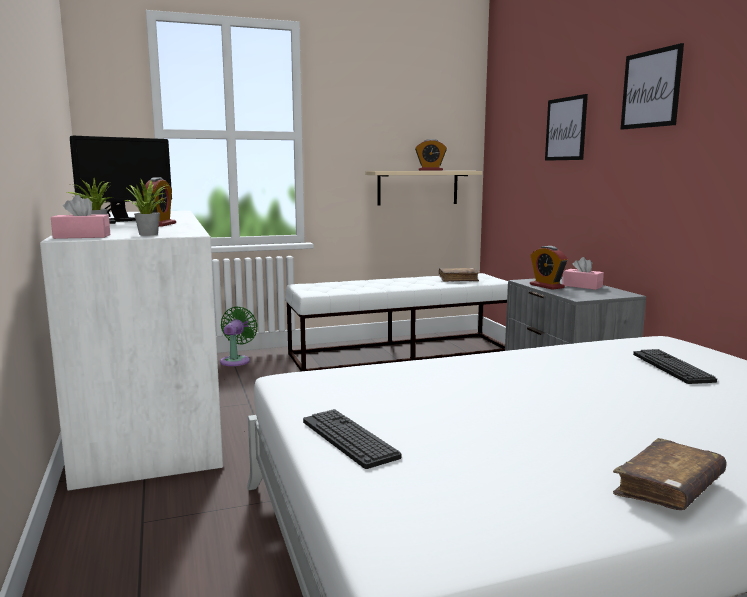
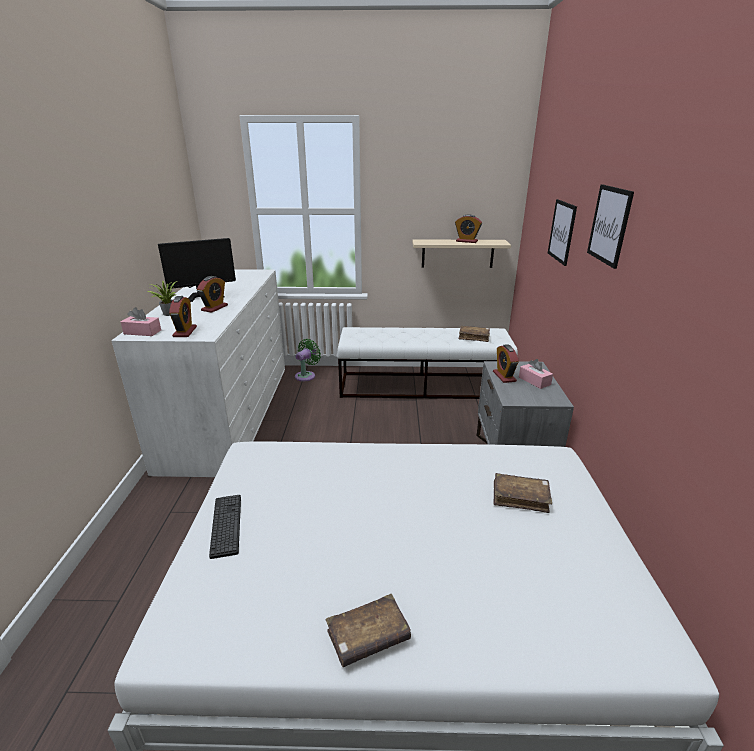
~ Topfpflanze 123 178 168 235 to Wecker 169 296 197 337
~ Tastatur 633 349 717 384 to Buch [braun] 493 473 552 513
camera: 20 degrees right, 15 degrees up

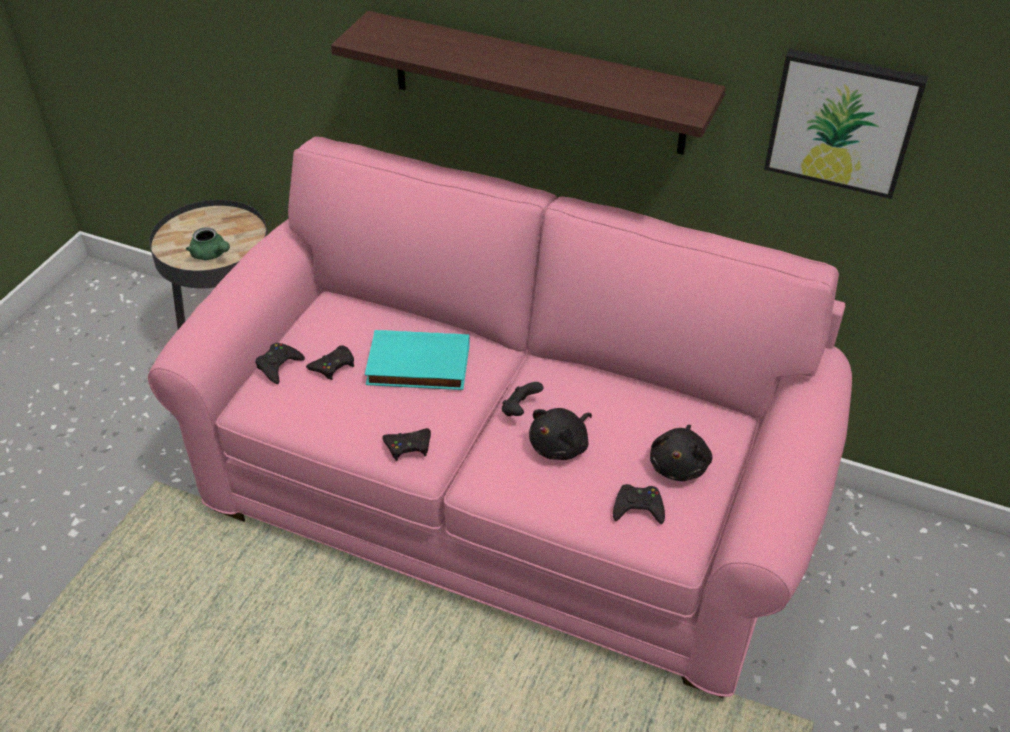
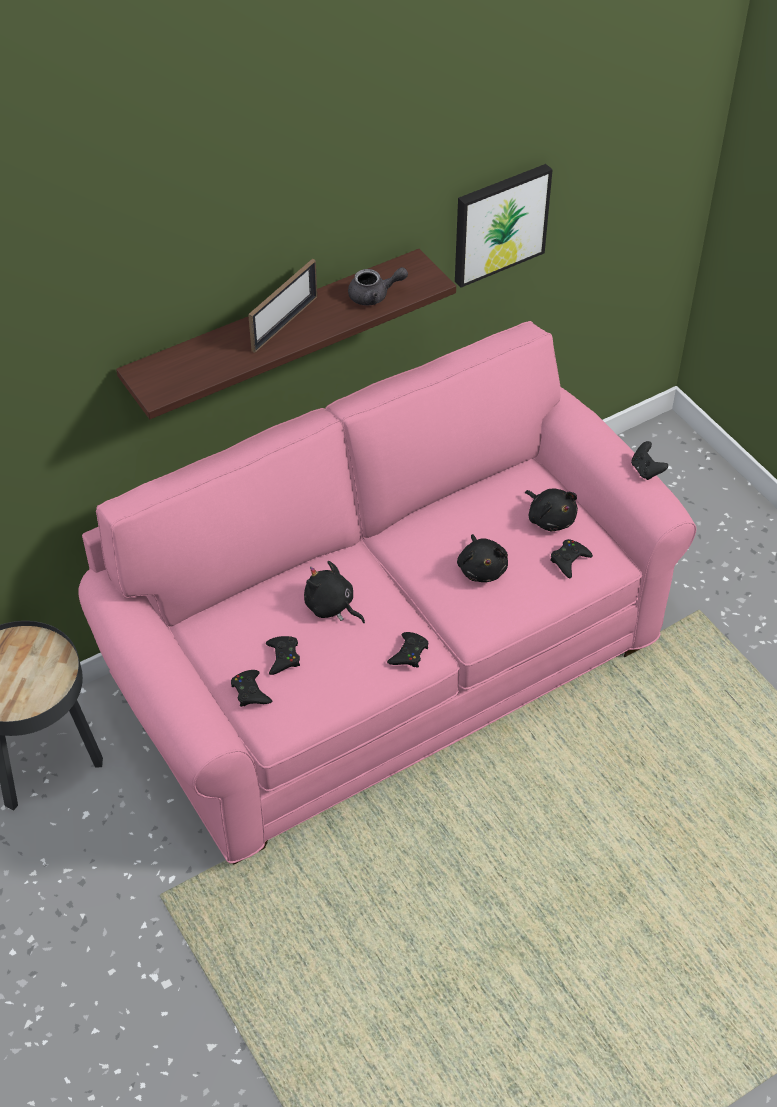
- Teekanne [grün] 186 227 230 260
~ Buch [türkis] 365 330 470 390 to Plüschtier [schwarz] 304 561 365 623
~ Gamepad [schwarz] 502 382 543 416 to 631 441 668 480
+ Bilderrahmen 248 259 317 353
+ Teekanne [grau] 348 267 408 305
camera: 55 degrees left, 5 degrees up

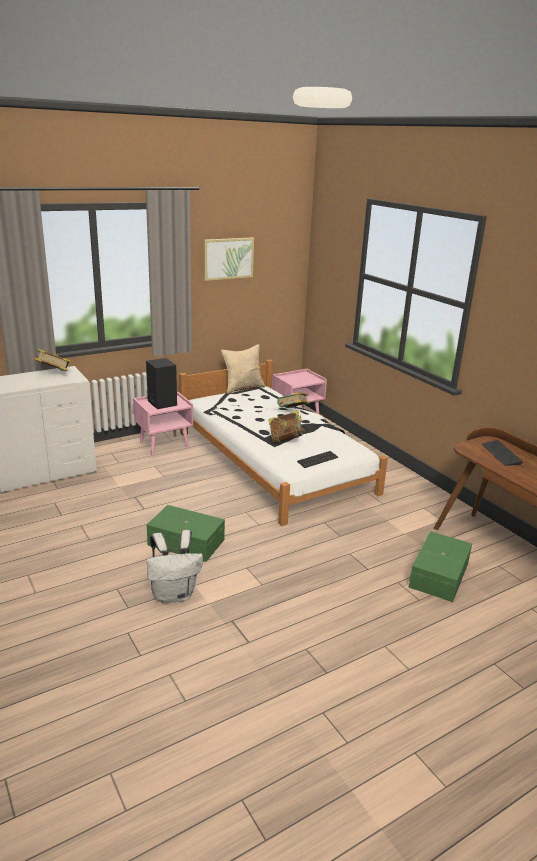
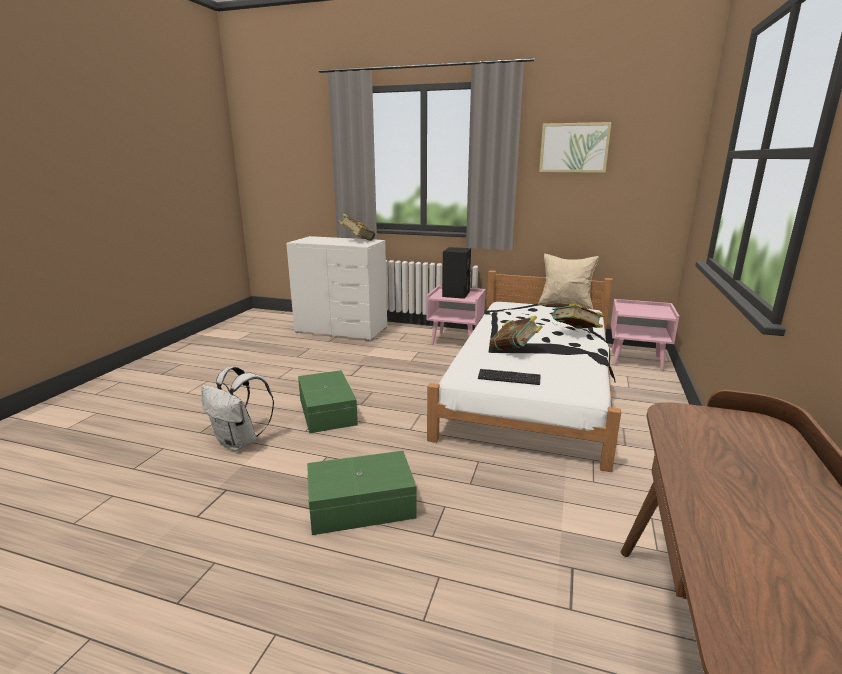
- Tastatur 482 440 523 466
~ Aufbewahrungsbox [grün] 409 531 472 602 to 307 451 417 535
camera: 50 degrees right, 5 degrees down

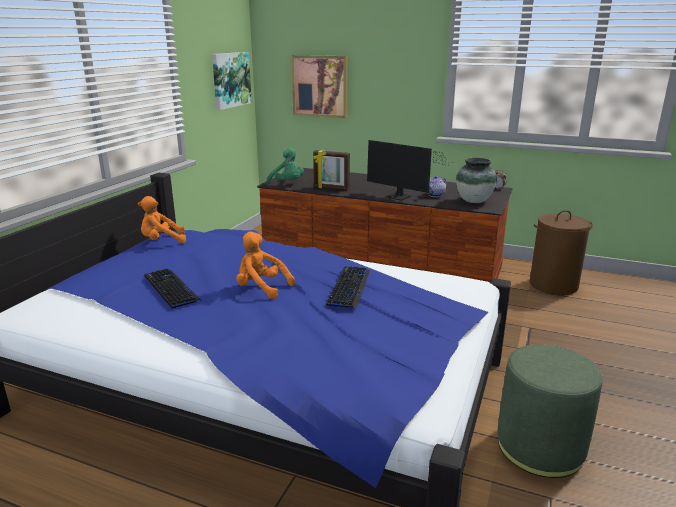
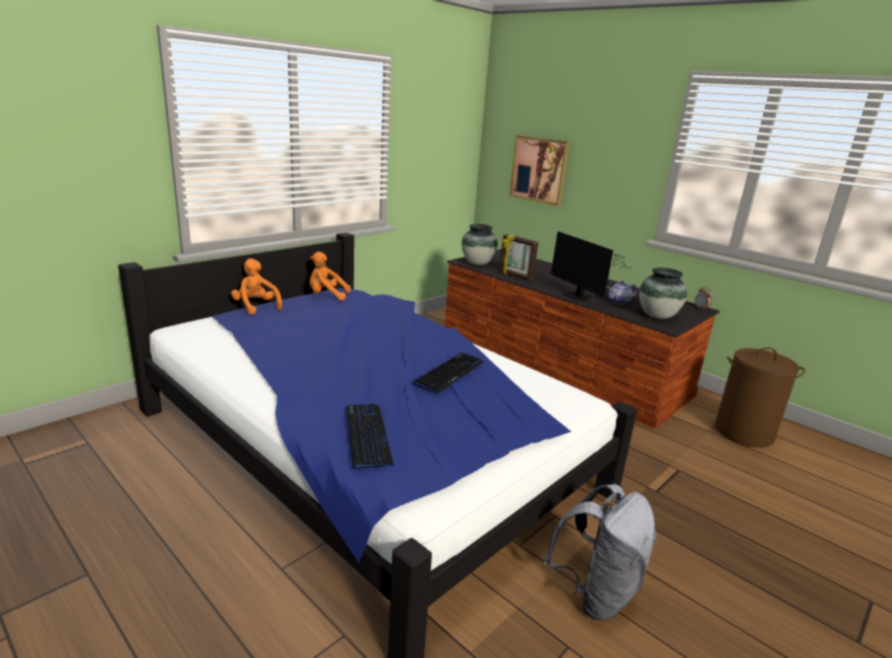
- Bild 212 52 252 110
~ Plüschtier [grün] 267 148 304 183 to Vase 461 224 498 265
~ Plüschtier [orange] 236 232 295 299 to 231 258 282 315
~ Tastatur 145 268 201 308 to 346 404 394 470
~ Polsterhocker [grün] 497 344 603 478 to Rucksack [grau] 544 484 656 621
camera: 20 degrees right, 0 degrees up

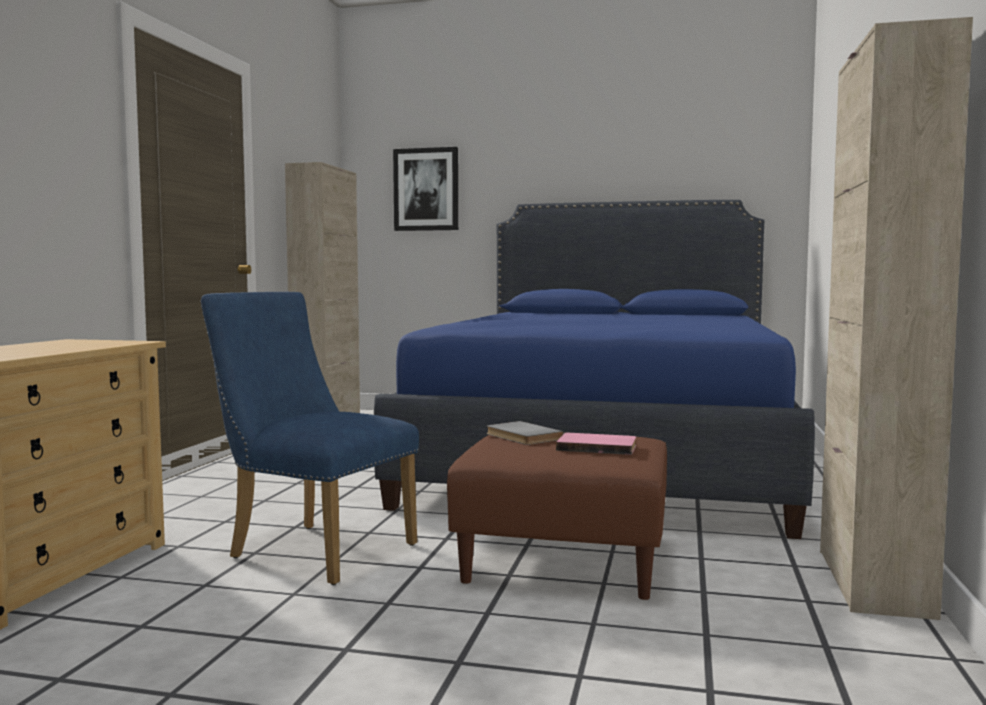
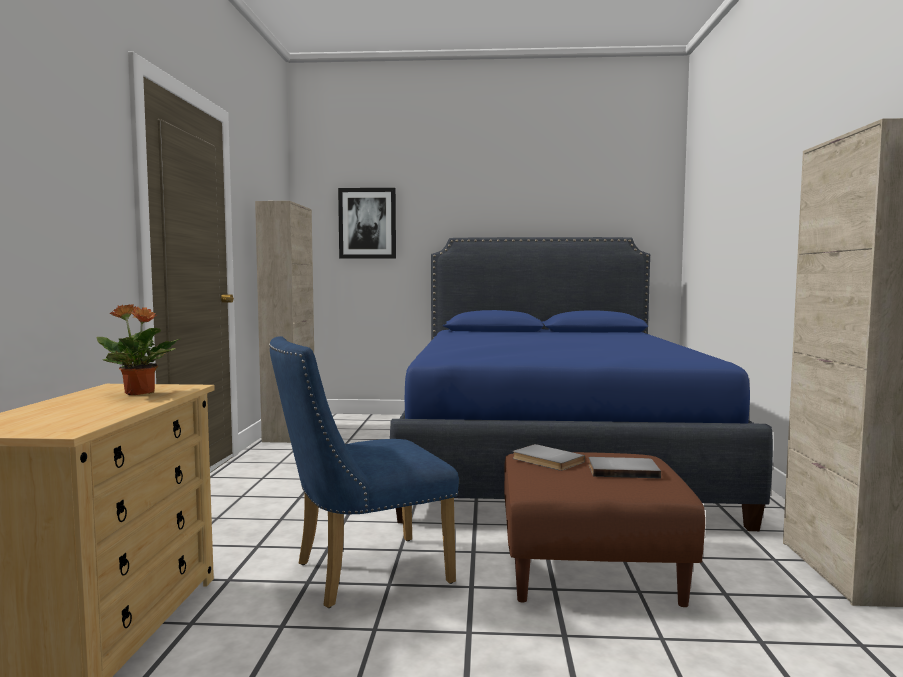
~ Stuhl [blau] 200 292 419 585 = 269 336 459 608 45 degrees counterclockwise
~ Buch [rosa] 556 433 636 455 to Buch [grau] 588 457 661 478
+ Topfpflanze 97 304 181 395
camera: 10 degrees left, 0 degrees up

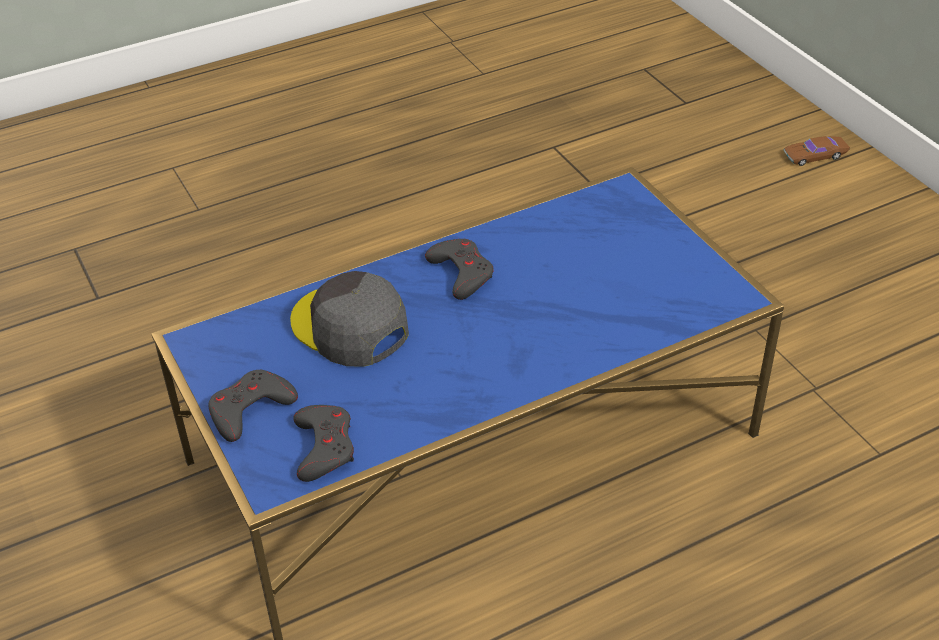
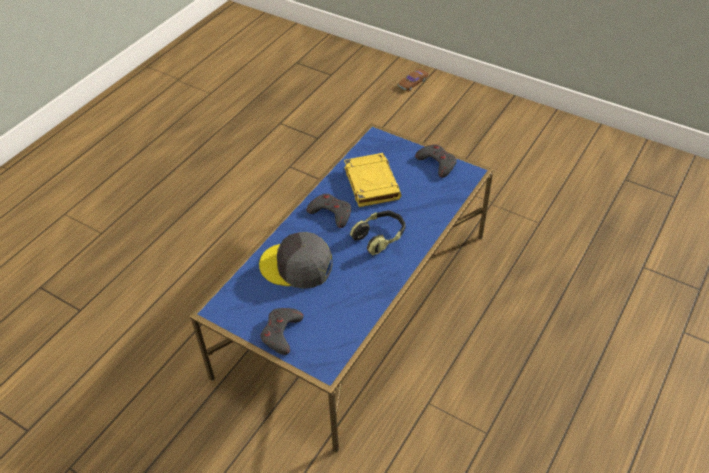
~ Gamepad [grau] 293 405 354 482 to 415 144 457 178
+ Buch [gelb] 344 153 401 207
+ Kopfhörer 350 211 405 255
camera: 30 degrees left, 5 degrees up

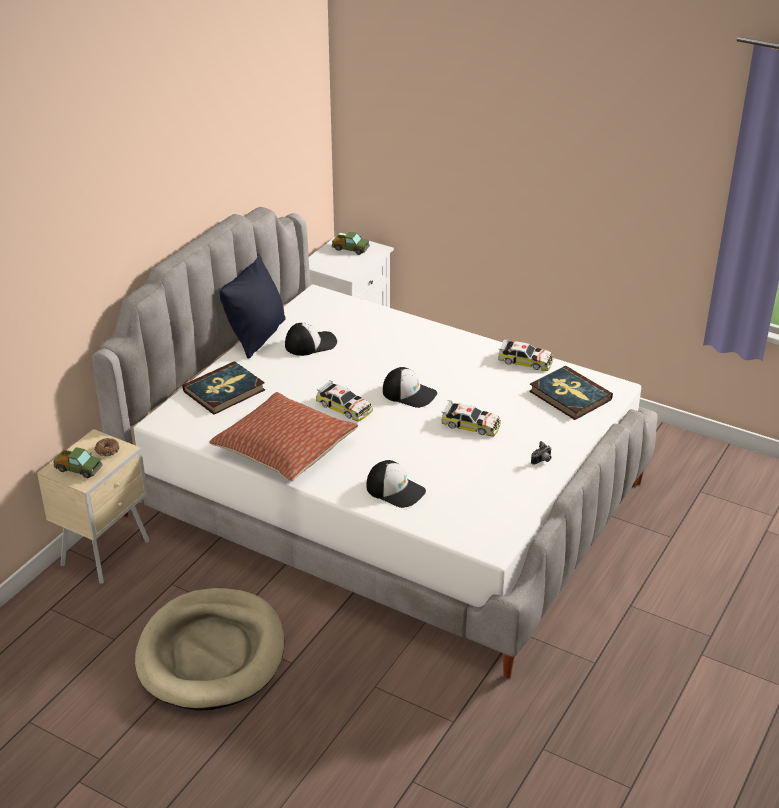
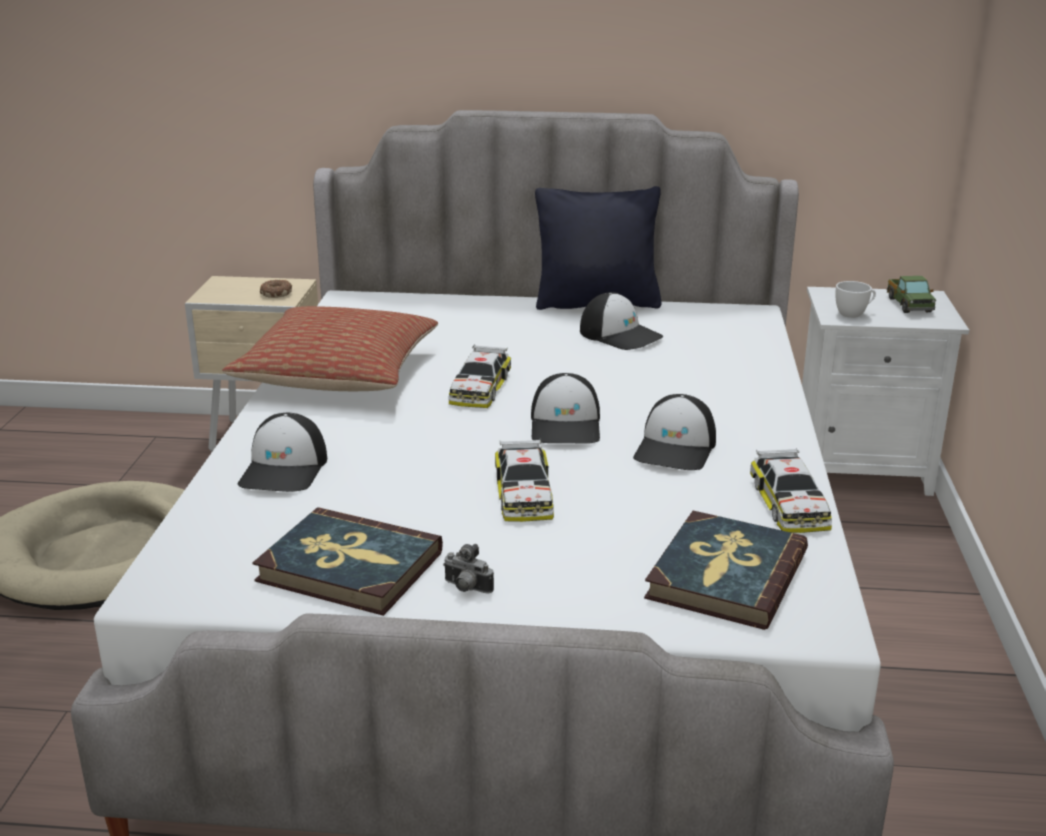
~ Buch 182 361 265 415 to 252 507 443 616
- Spielzeuglaster 53 447 103 478
+ Tasse [weiß] 836 281 876 318
+ Kappe 633 394 716 470
camera: 65 degrees right, 10 degrees down

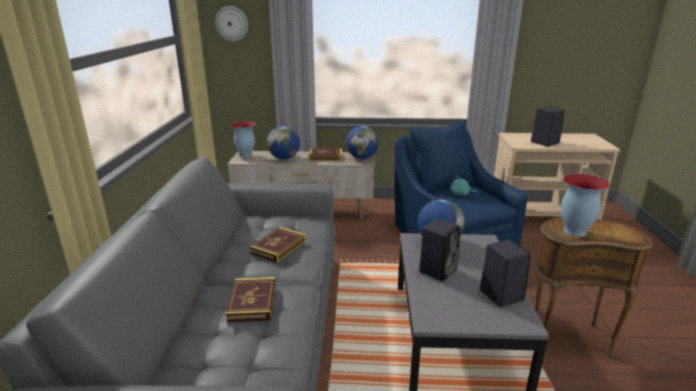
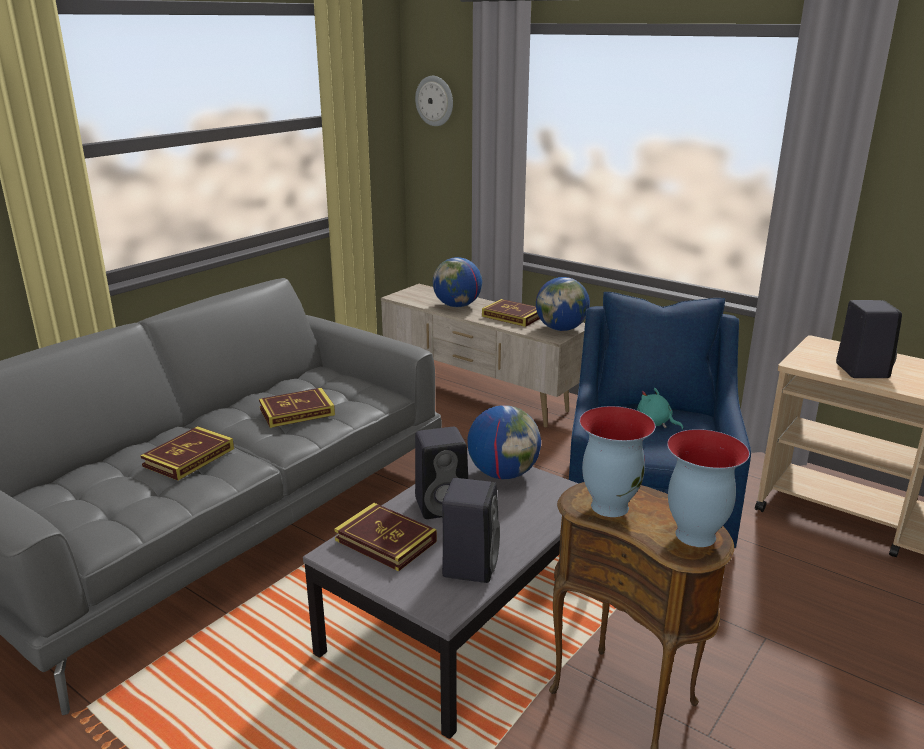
~ Vase 230 121 256 158 to 667 429 750 547
+ Buch 334 503 437 571
camera: 35 degrees right, 0 degrees up

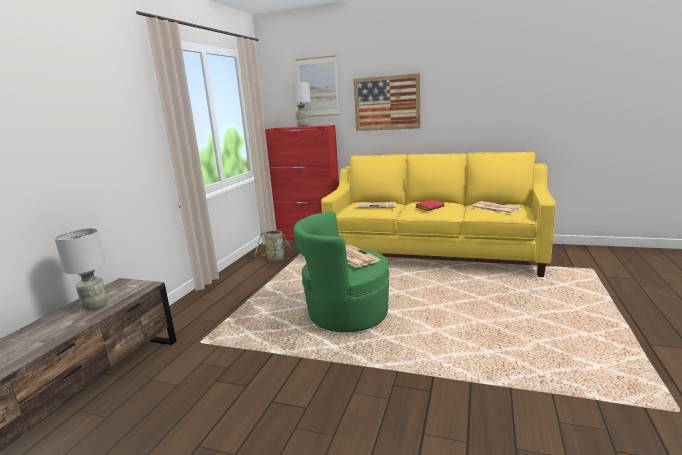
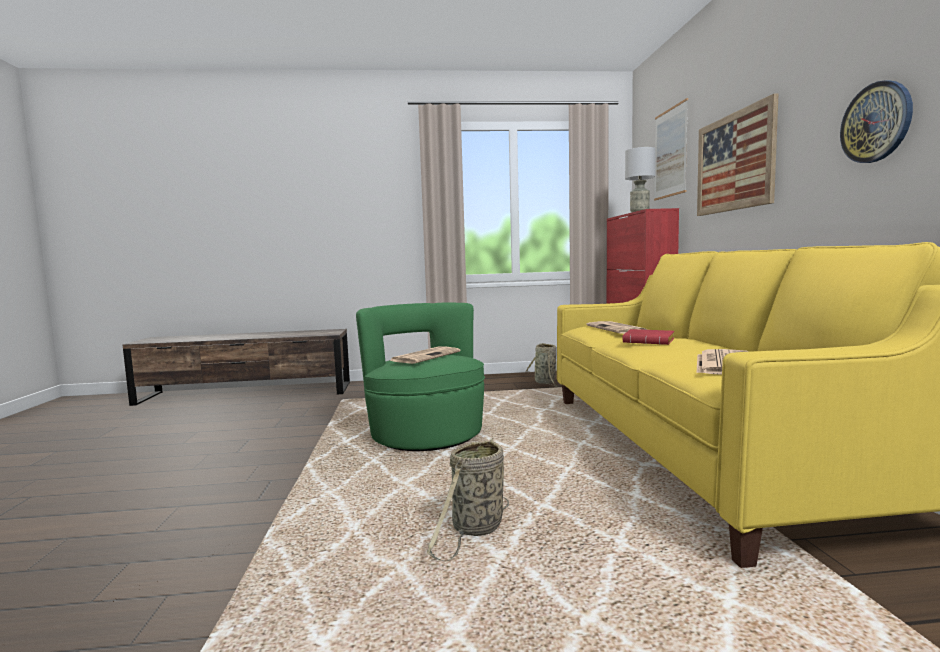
- Tischlampe [grau] 54 228 108 311
+ Wanduhr 840 81 913 163
+ Korb 427 439 509 561
camera: 65 degrees right, 10 degrees down

